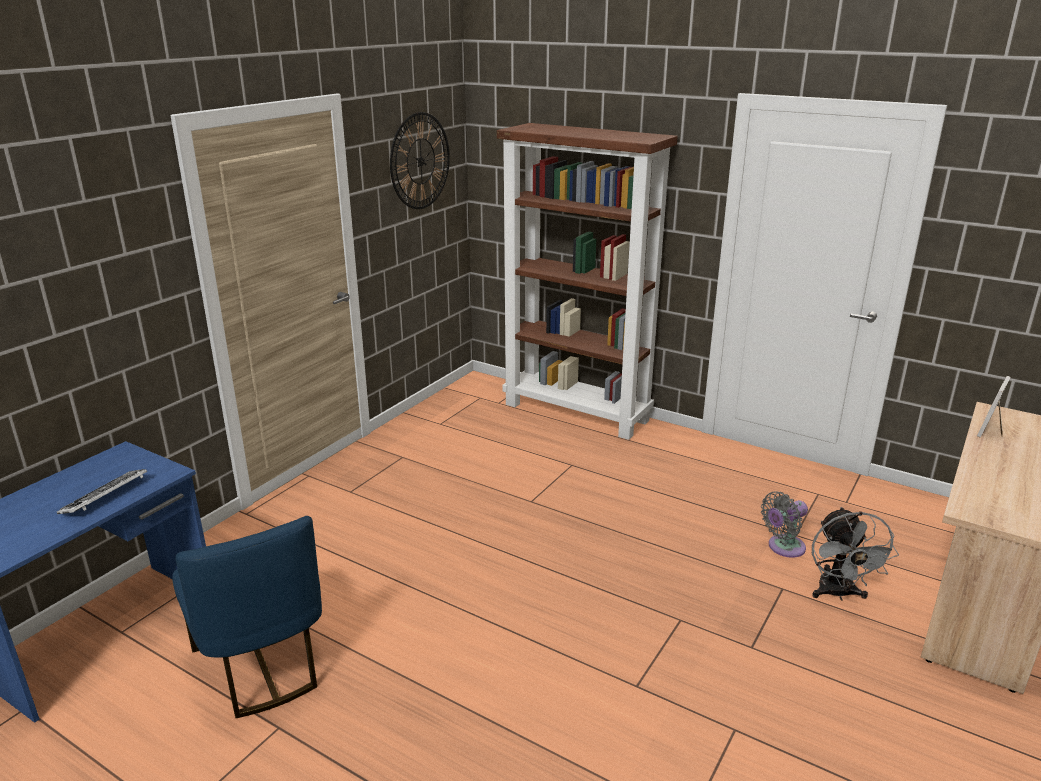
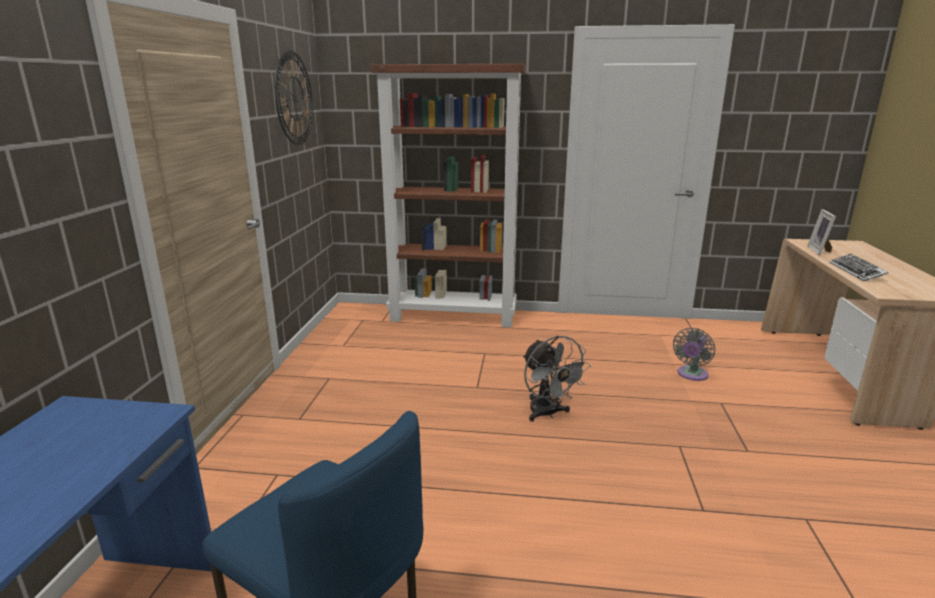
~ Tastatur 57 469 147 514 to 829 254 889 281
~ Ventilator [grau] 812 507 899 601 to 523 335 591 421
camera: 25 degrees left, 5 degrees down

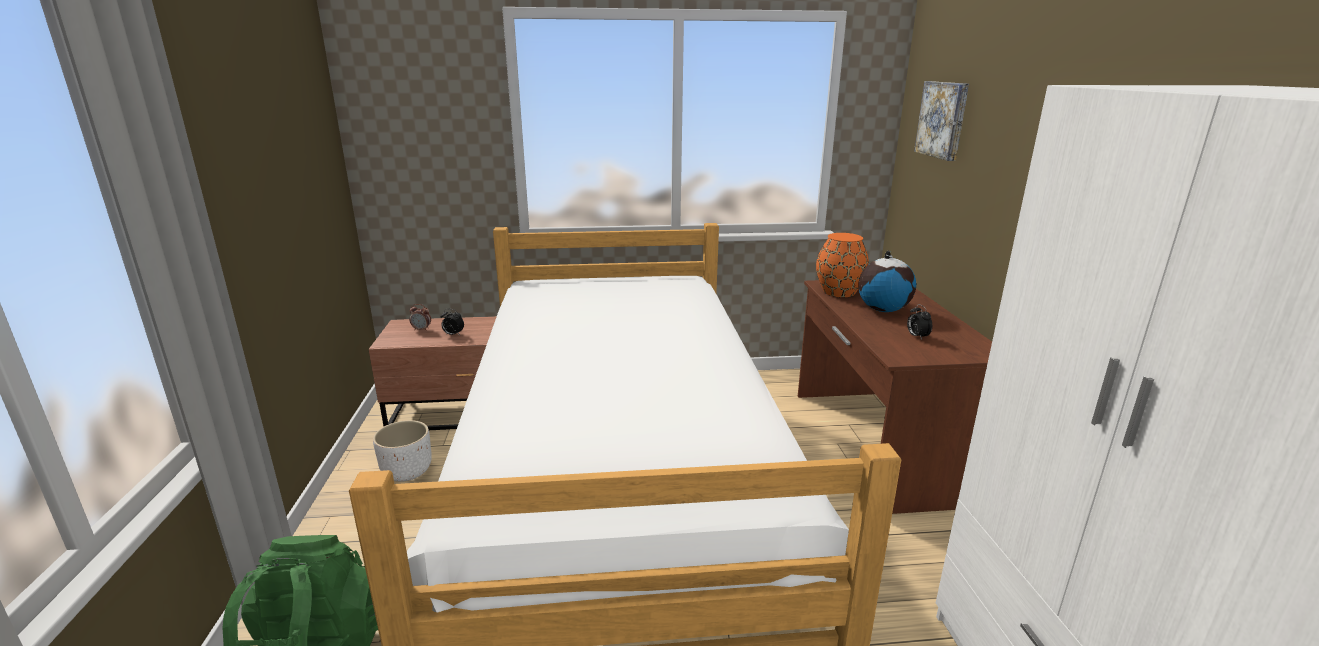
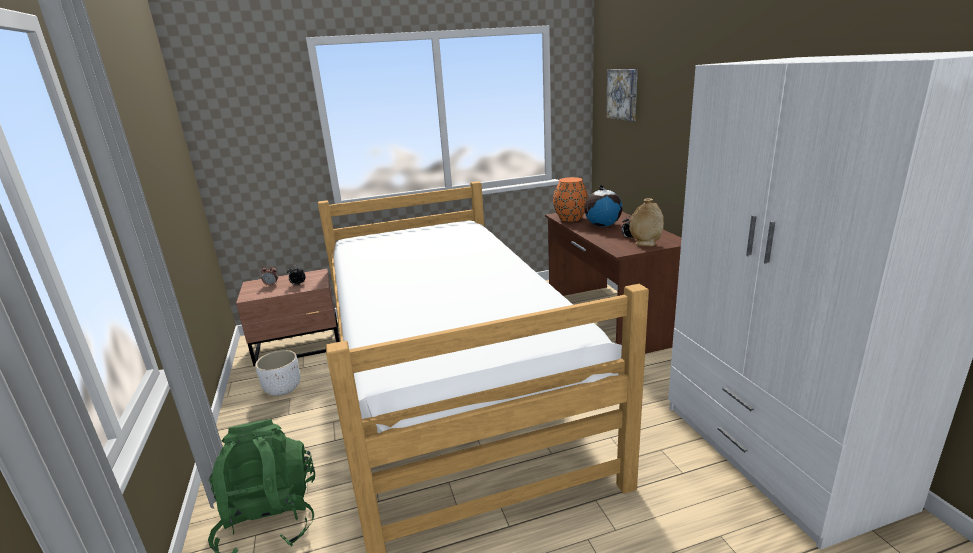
+ Vase [beige] 629 198 664 246
camera: 10 degrees left, 0 degrees up

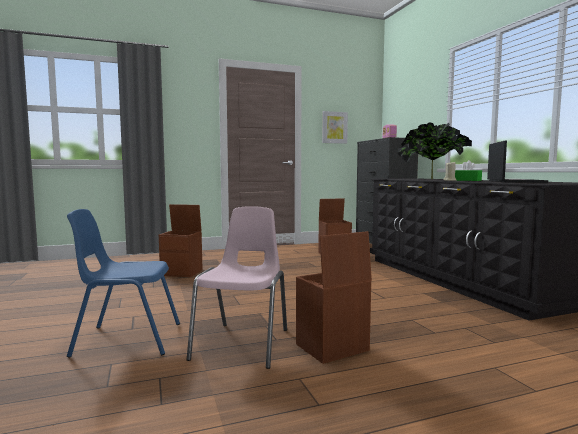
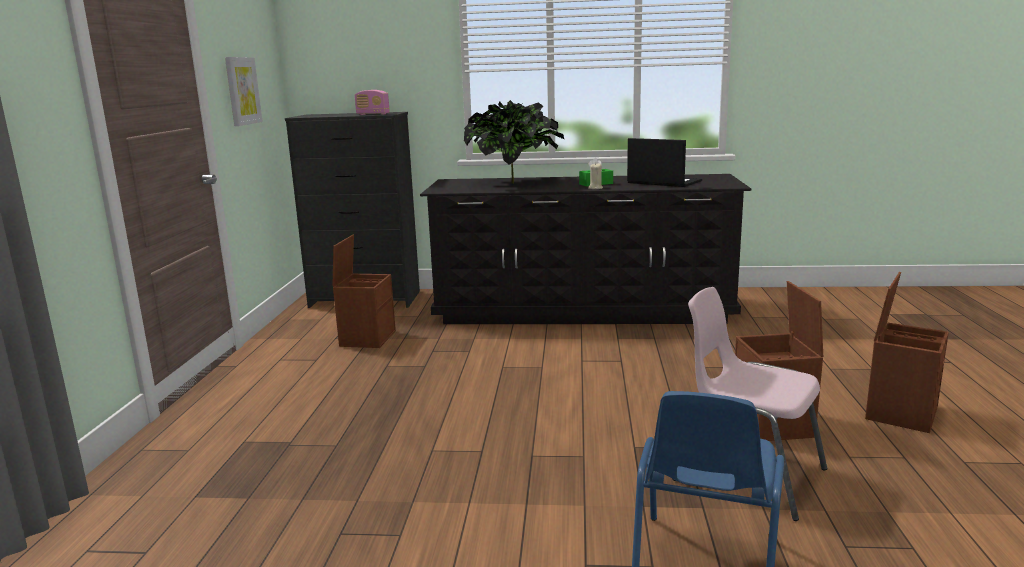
~ Aufbewahrungsbox [braun] 159 204 203 277 to 865 272 949 433
camera: 65 degrees left, 10 degrees up

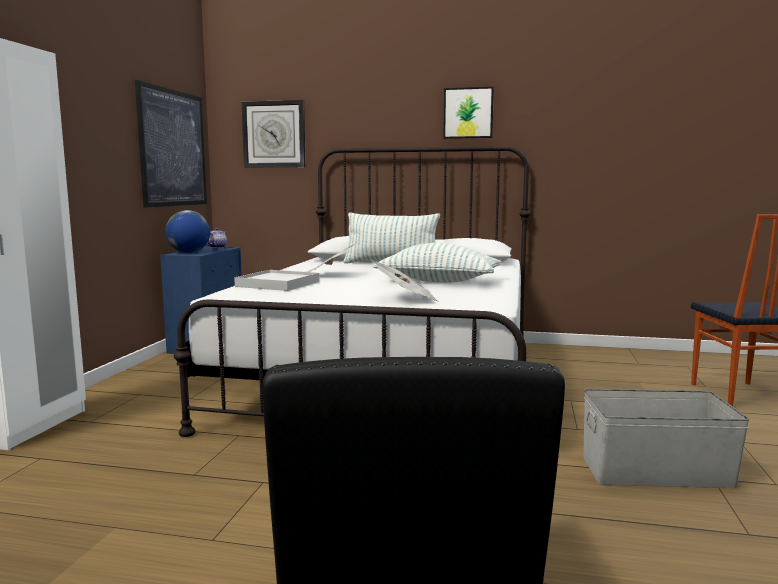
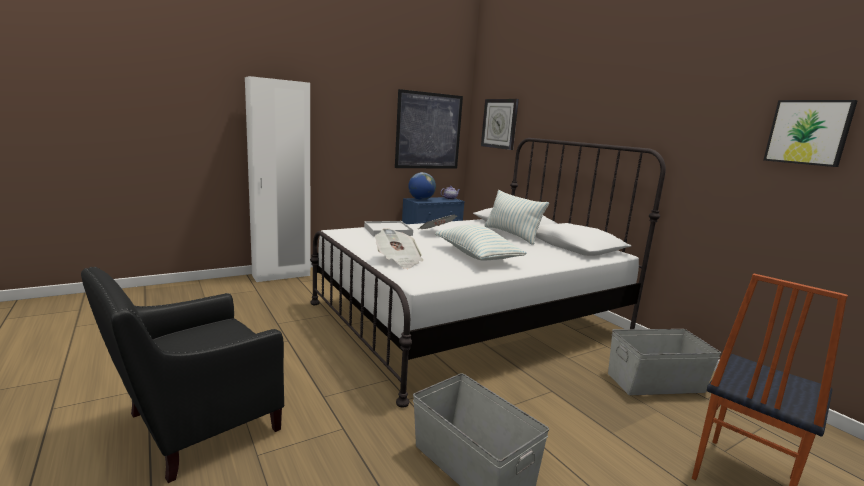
~ Bild 443 87 494 139 to 763 100 858 167
+ Aufbewahrungsbox [grau] 608 329 721 395
camera: 45 degrees right, 5 degrees up

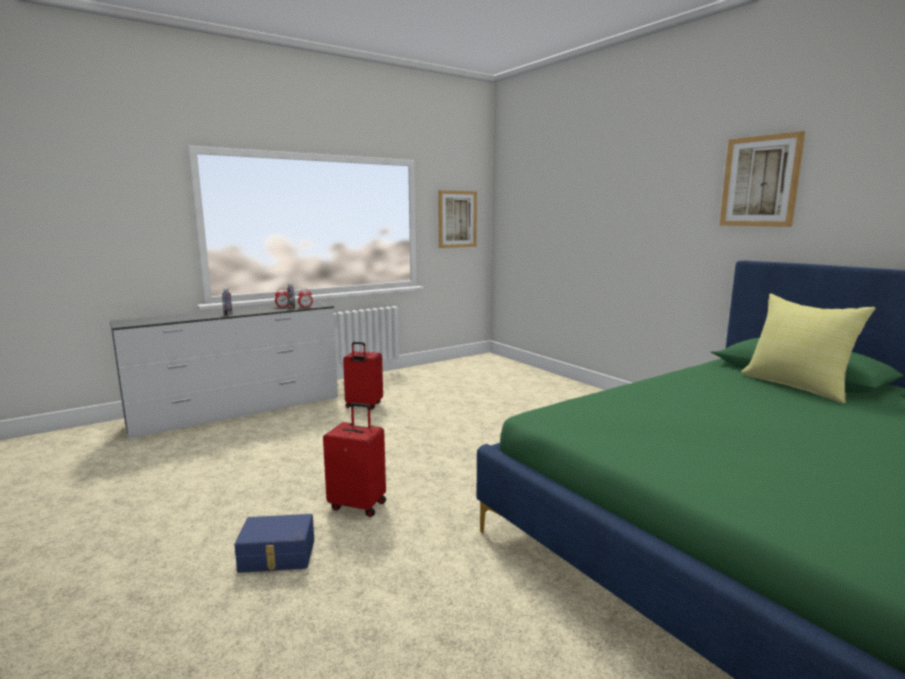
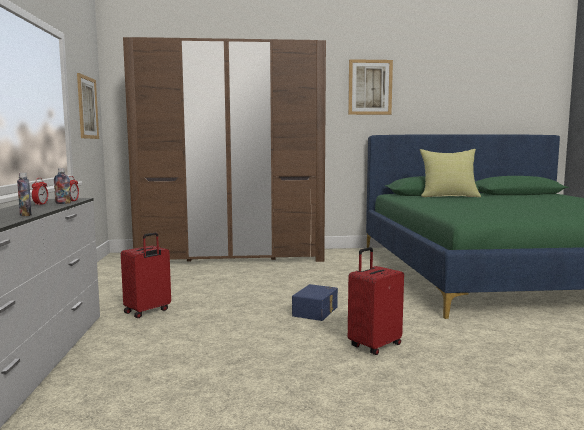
~ Aufbewahrungsbox [blau] 234 514 314 573 to 292 284 338 321
+ Kleiderschrank [braun] 123 37 326 262
camera: 60 degrees left, 5 degrees down

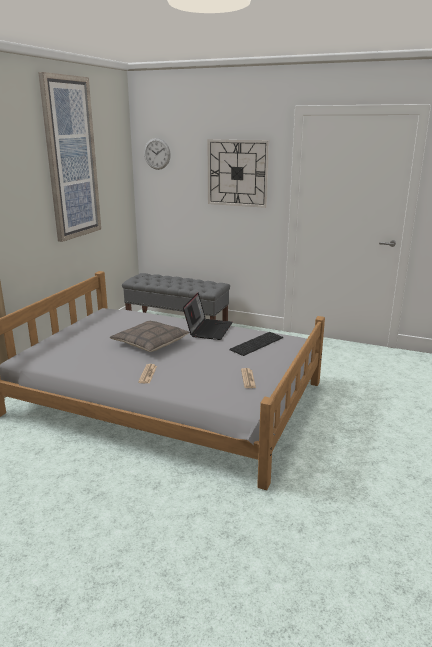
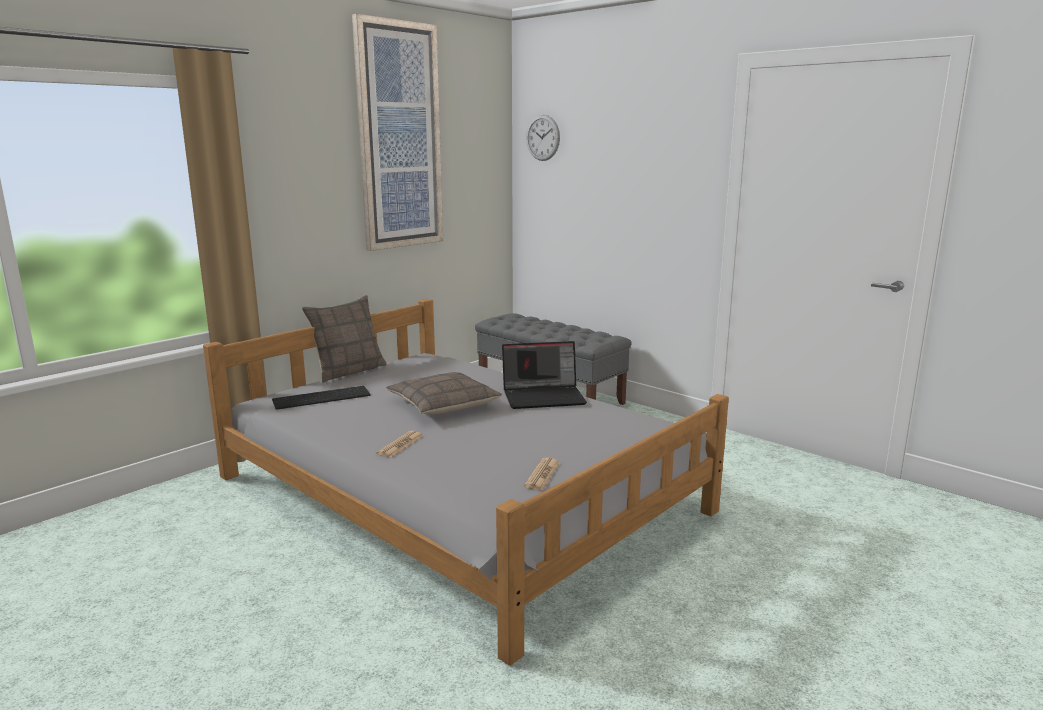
- Wanduhr 208 139 269 208
~ Laptop 183 293 233 340 = 502 341 587 409 45 degrees clockwise
~ Tastatur 230 332 283 356 to 272 386 371 410
+ Kissen 302 295 387 383
camera: 20 degrees right, 5 degrees down

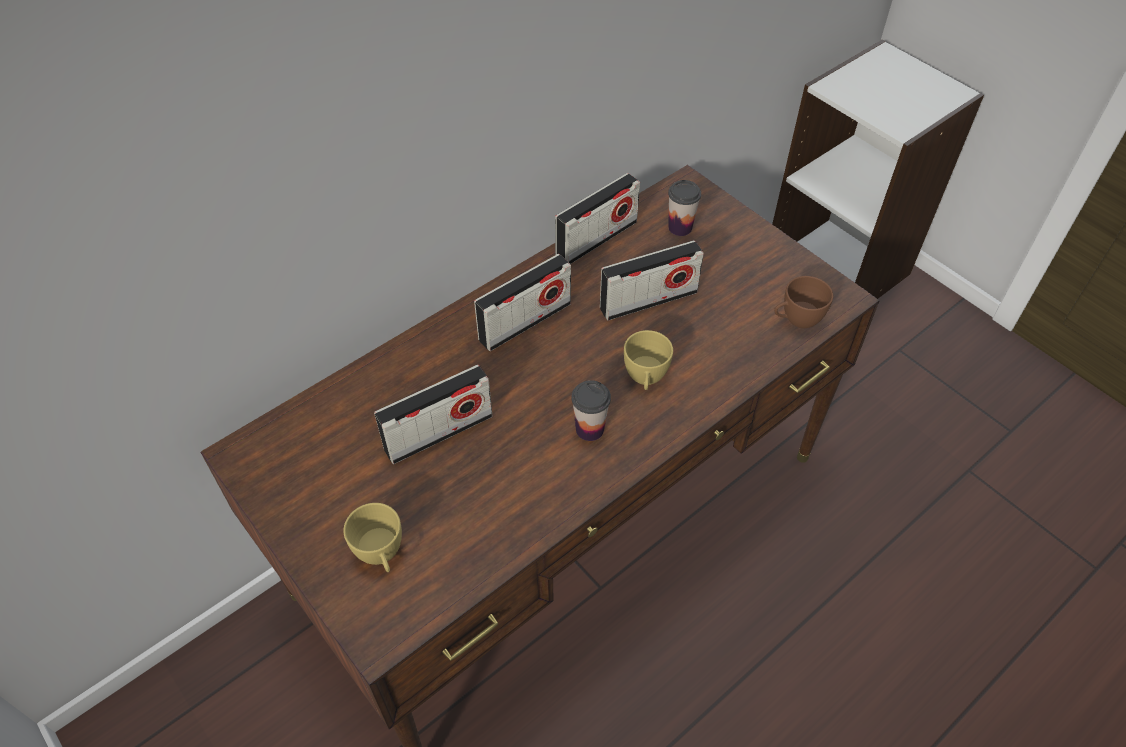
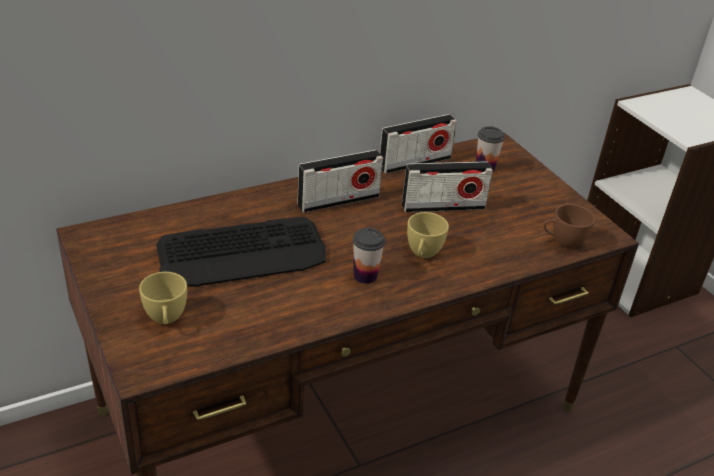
~ Radio 374 365 492 464 to Tastatur 156 217 326 287
camera: 10 degrees right, 15 degrees down

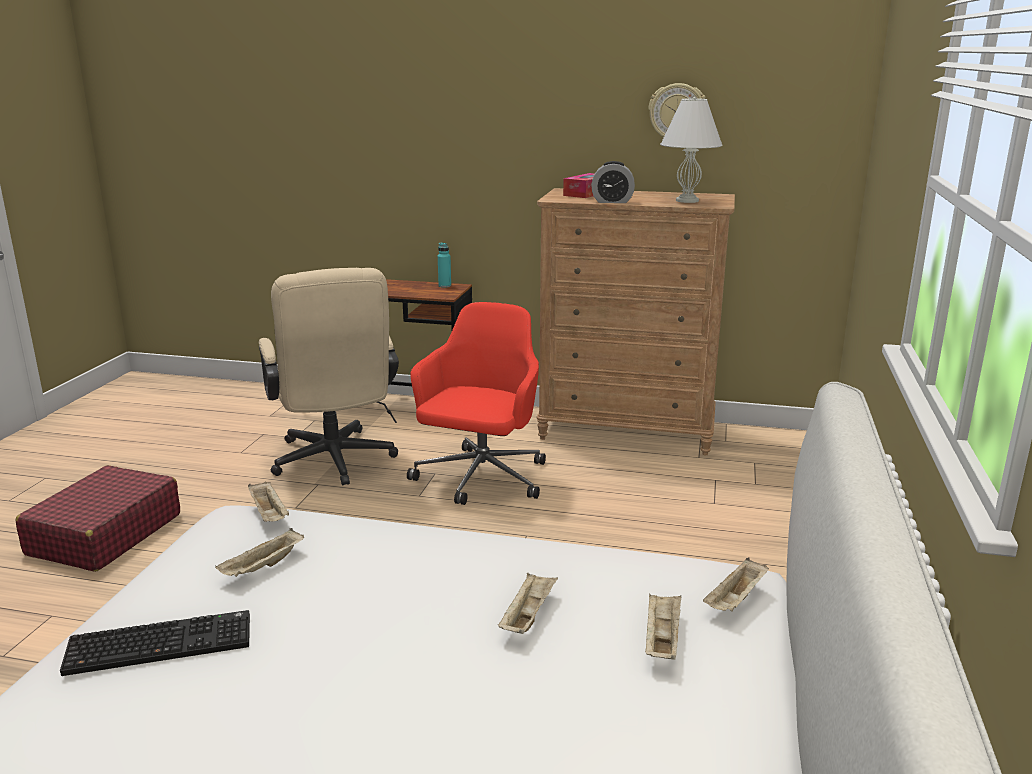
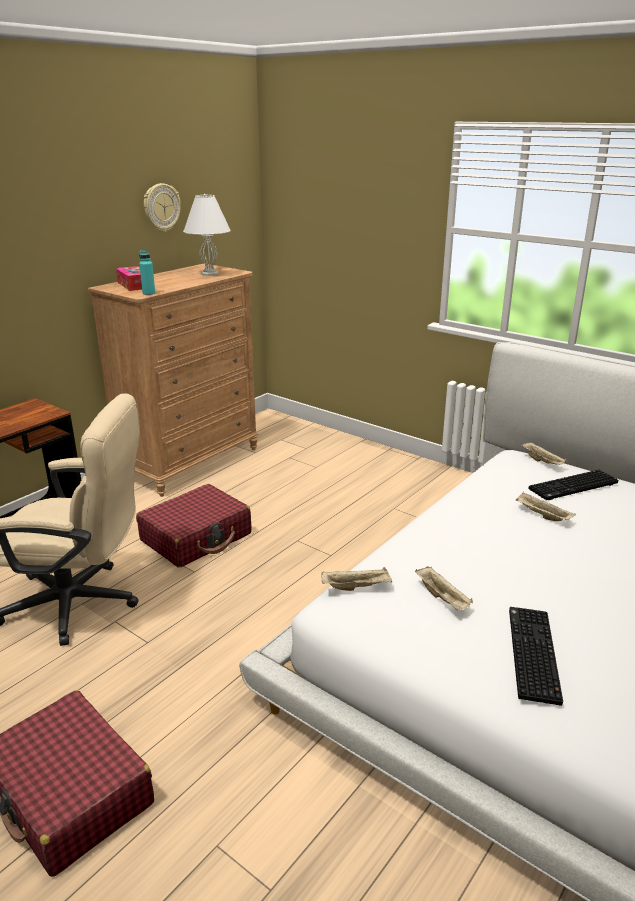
- Wecker 592 161 635 203
~ Flasche [türkis] 438 243 451 288 to 139 250 155 295
~ Bürostuhl [rot] 407 302 546 505 to Koffer [rot] 136 484 251 568
~ Tablett [beige] 645 594 681 660 to Tastatur 529 470 618 500
camera: 65 degrees left, 5 degrees up

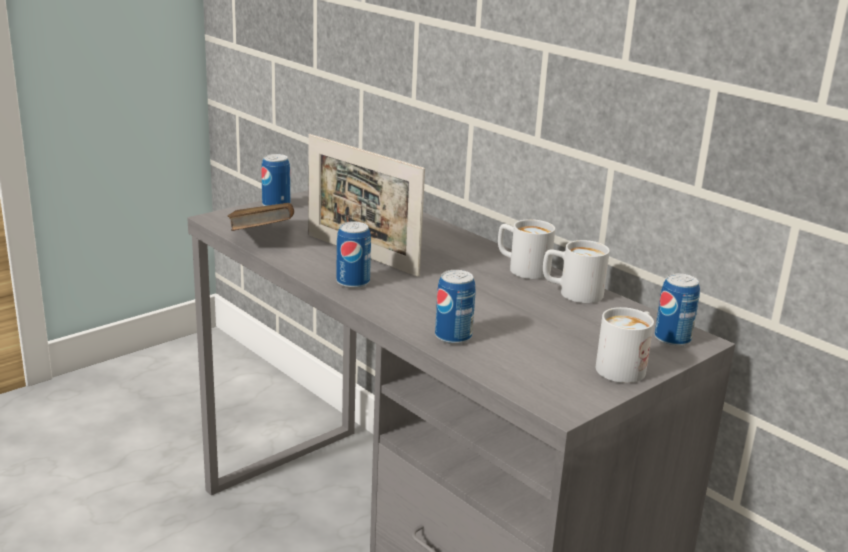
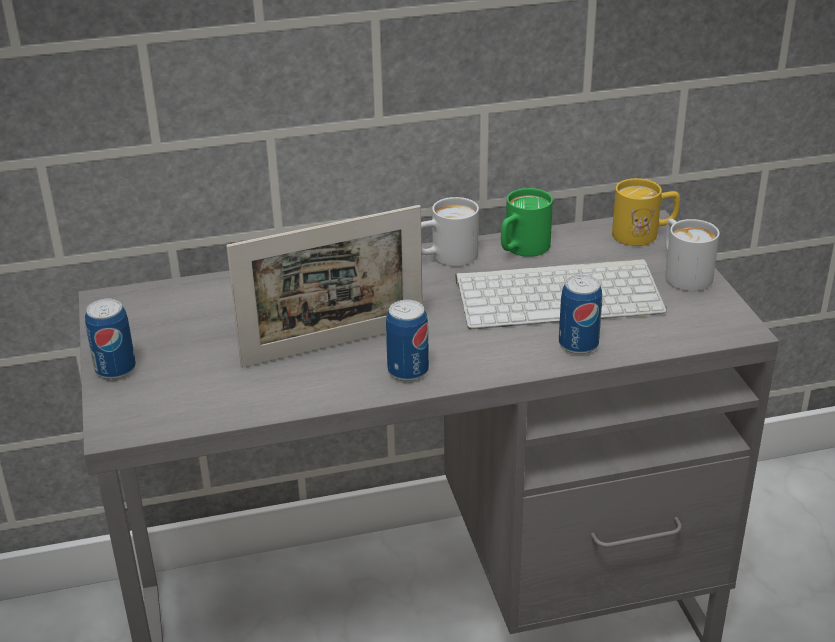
- Buch [braun] 227 203 294 231
~ Henkelbecher [weiß] 543 240 610 303 to Henkelbecher [grün] 501 188 553 257
~ Dose 655 273 700 347 to Henkelbecher [gelb] 612 178 680 246
+ Tastatur 455 259 667 329
camera: 60 degrees left, 10 degrees up

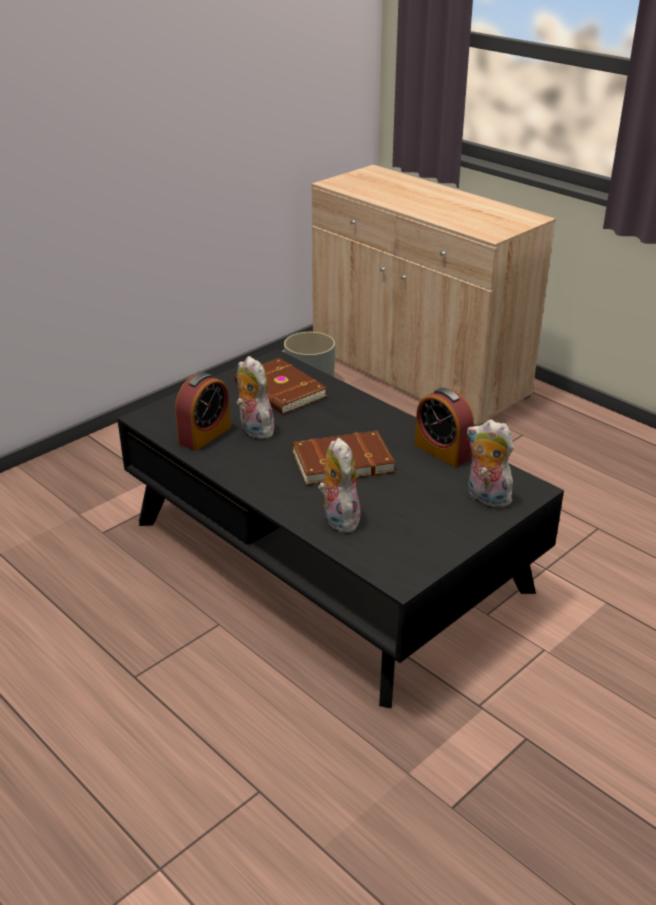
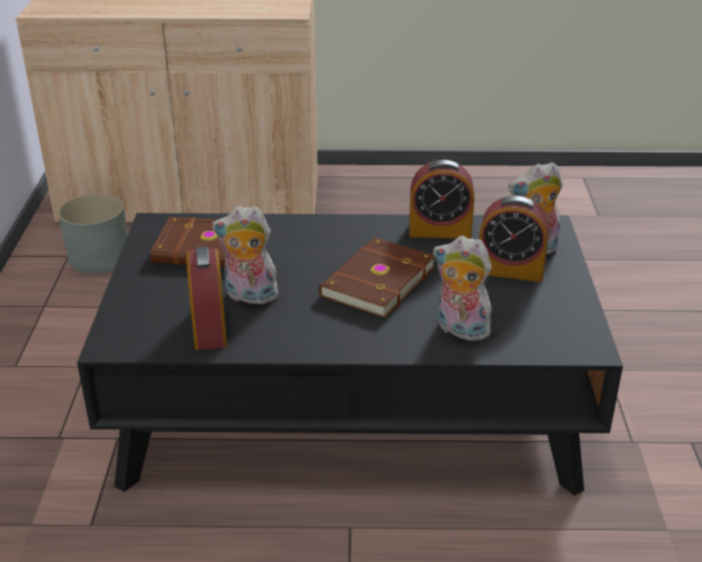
+ Wecker 479 196 549 282
camera: 45 degrees left, 0 degrees up

